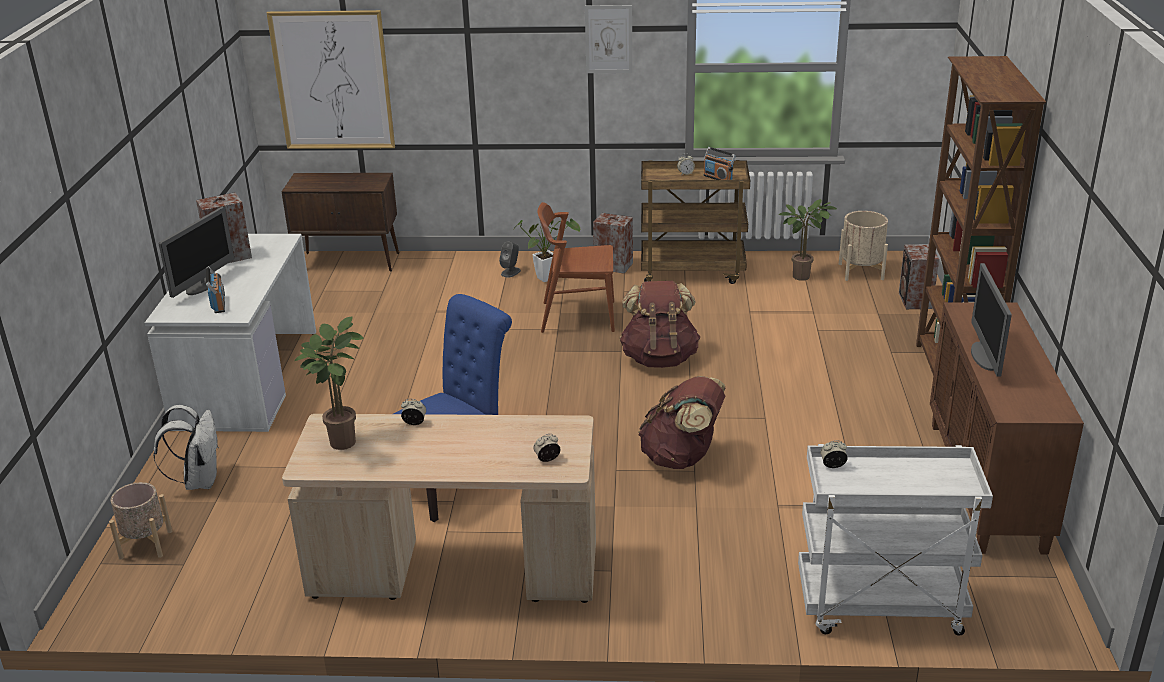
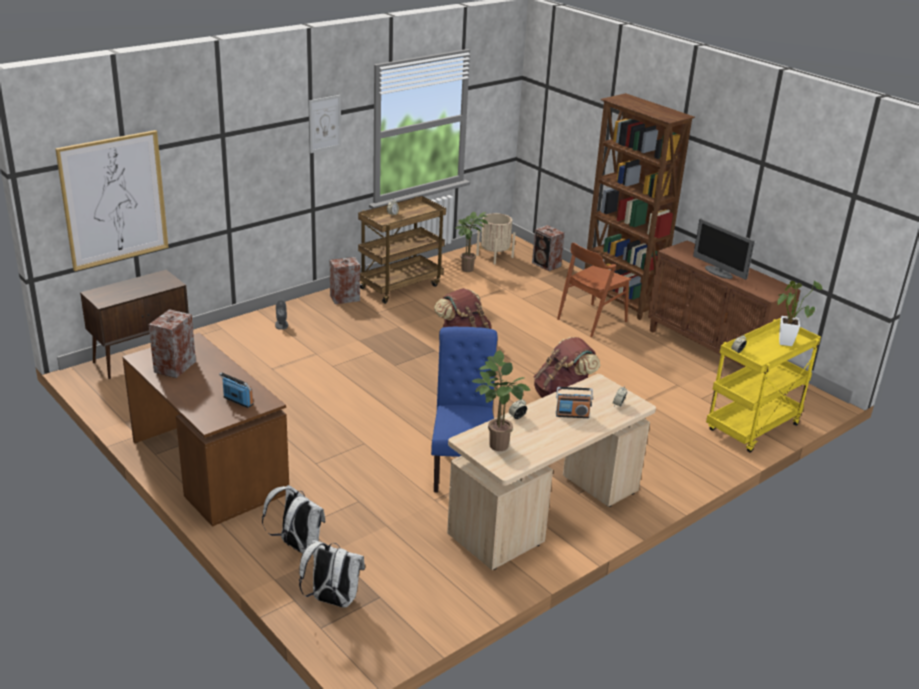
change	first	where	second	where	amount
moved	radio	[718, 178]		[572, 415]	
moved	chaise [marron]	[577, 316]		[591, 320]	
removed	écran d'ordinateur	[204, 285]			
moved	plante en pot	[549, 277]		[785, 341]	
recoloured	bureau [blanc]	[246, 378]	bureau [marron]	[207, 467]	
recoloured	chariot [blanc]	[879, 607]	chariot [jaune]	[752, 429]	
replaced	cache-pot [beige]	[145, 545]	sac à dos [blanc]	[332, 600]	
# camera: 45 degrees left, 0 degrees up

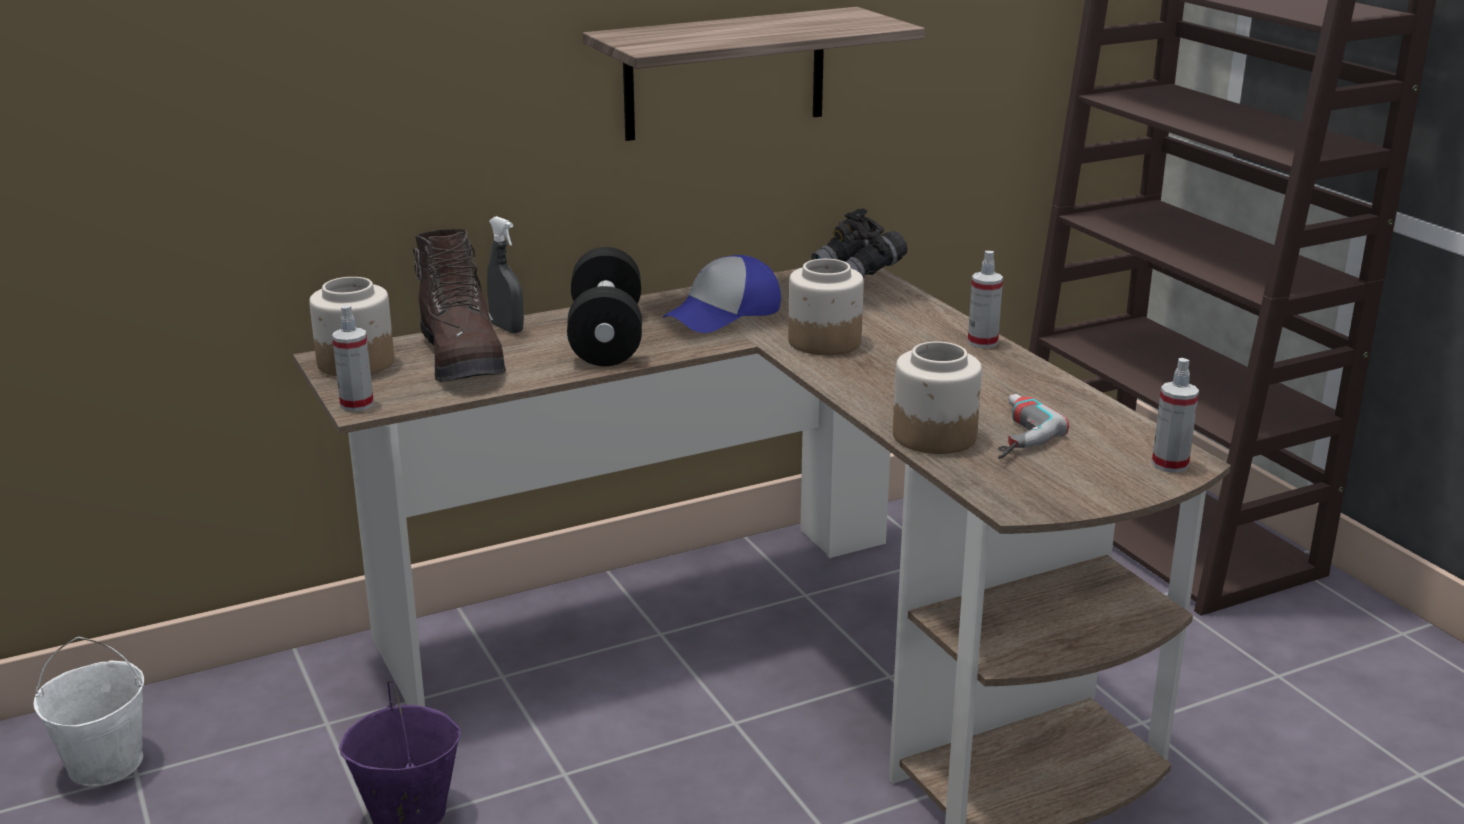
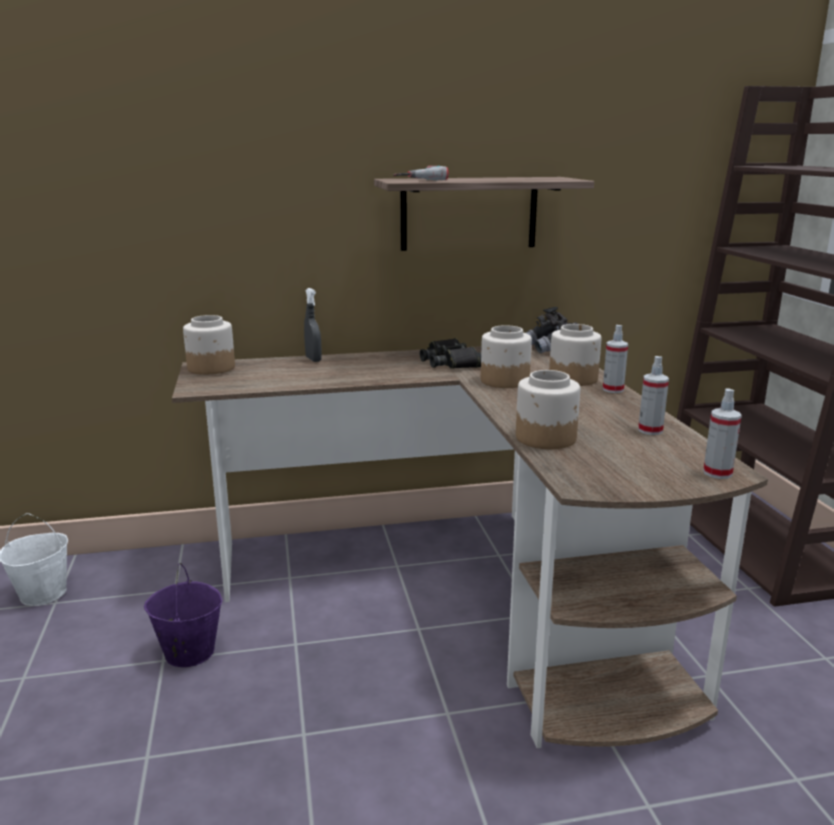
change	first	where	second	where	amount
removed	botte [marron]	[462, 359]			
removed	haltère [noir]	[606, 338]			
replaced	casquette	[724, 314]	jumelles [noir]	[450, 362]	
moved	vaporisateur	[357, 404]		[650, 430]	
moved	perceuse	[1007, 435]		[416, 179]	
added			bocal	[573, 378]	
# camera: 15 degrees right, 5 degrees down

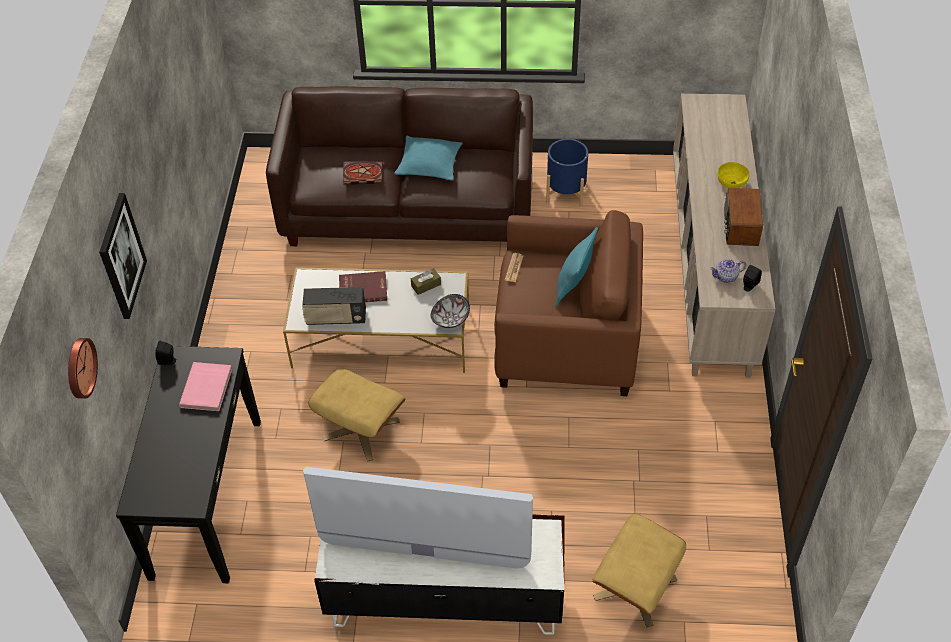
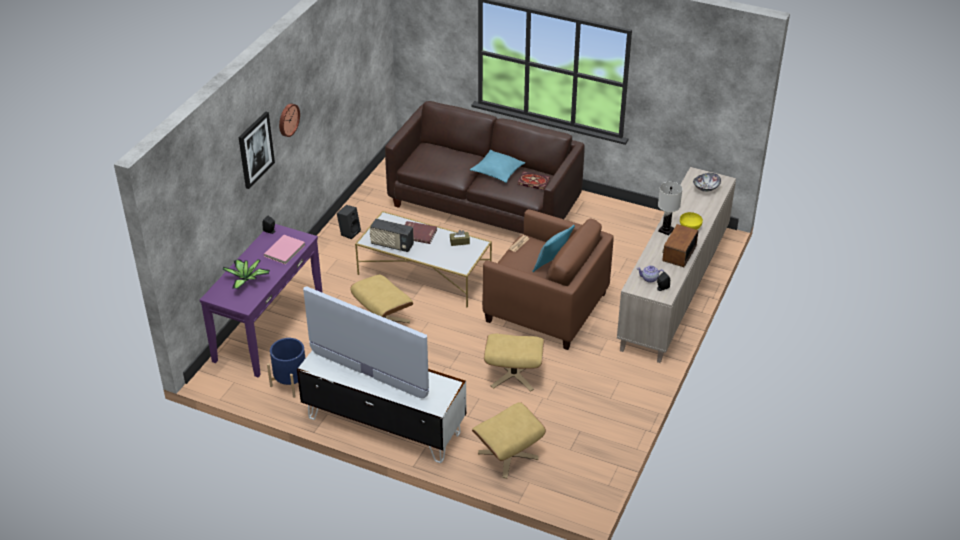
change	first	where	second	where	amount
moved	cache-pot [bleu]	[566, 192]		[291, 382]	
moved	livre	[362, 175]		[532, 182]	
moved	bol	[450, 319]		[705, 188]	
moved	horloge murale	[79, 368]		[287, 119]	
recoloured	table console [noir]	[206, 497]	table console [violet]	[268, 329]	
added			lampe de table [blanc]	[666, 230]	
added			enceinte [noir]	[349, 232]	
added			plante en pot	[246, 279]	
added			pouf [beige]	[513, 375]	
# camera: 20 degrees right, 10 degrees down

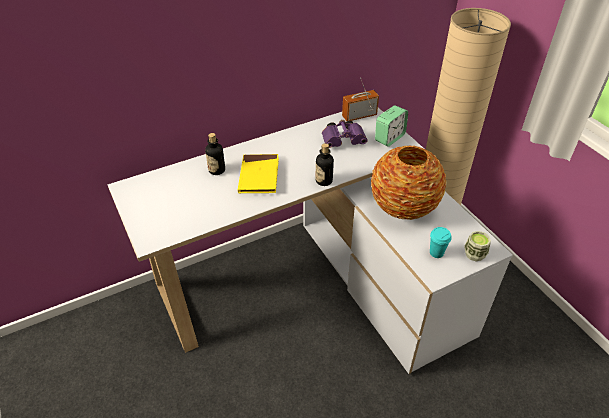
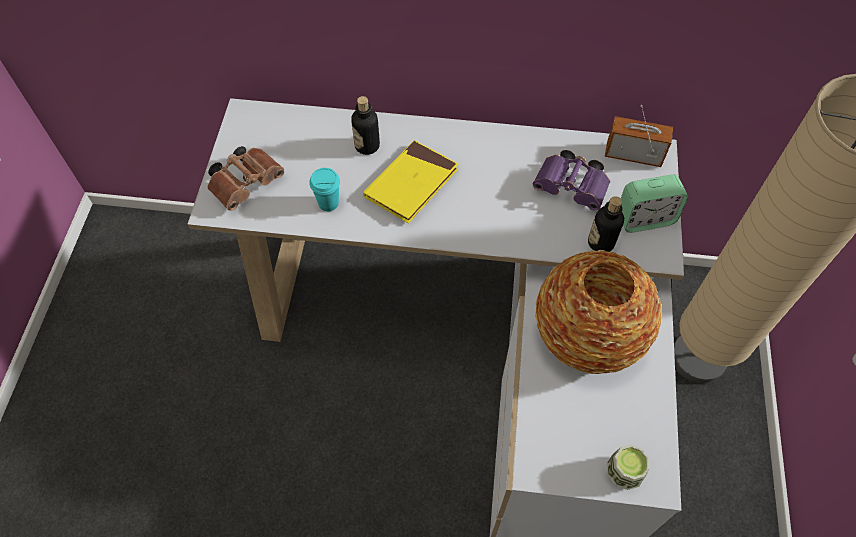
change	first	where	second	where	amount
moved	bouteille	[324, 181]		[601, 242]	
moved	tasse [turquoise]	[436, 253]		[328, 203]	
added			jumelles [marron]	[247, 183]	
# camera: 35 degrees right, 15 degrees up

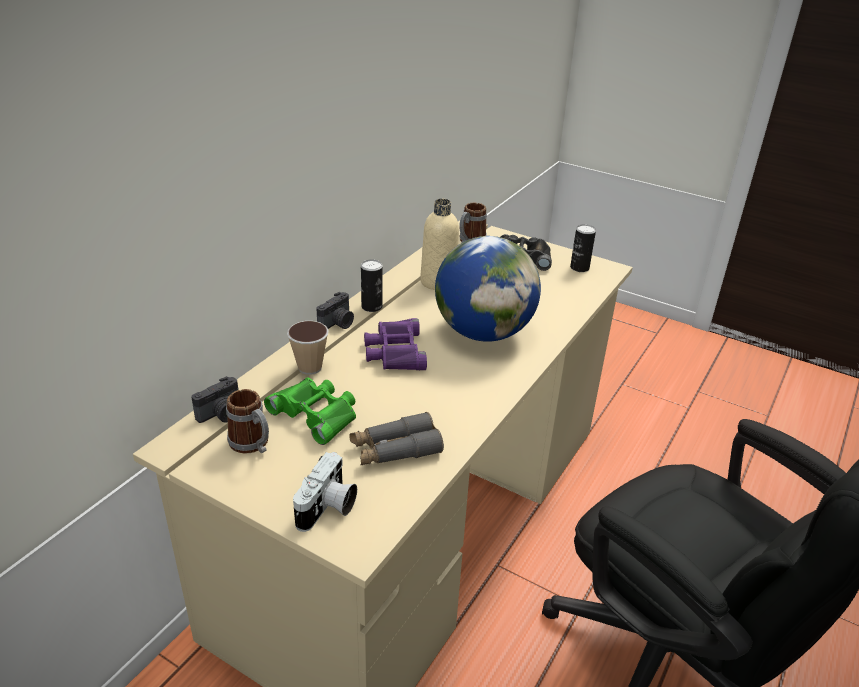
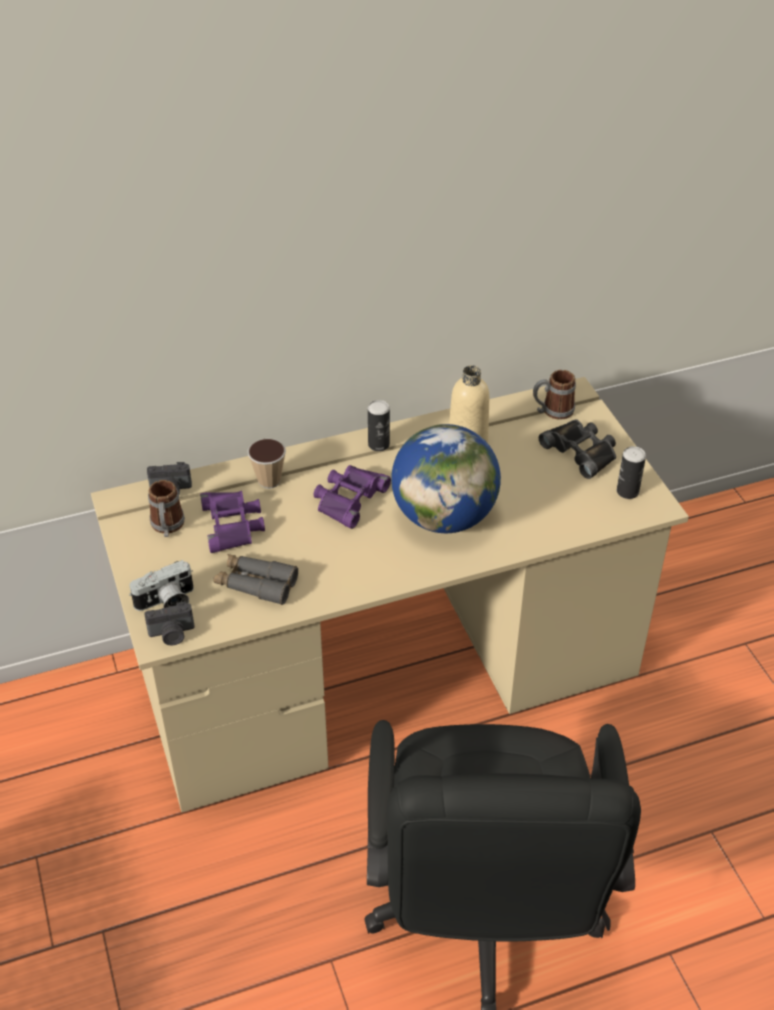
change	first	where	second	where	amount
moved	appareil photo	[338, 324]		[172, 634]	
recoloured	jumelles [vert]	[316, 414]	jumelles [violet]	[233, 525]	
# camera: 40 degrees right, 10 degrees up

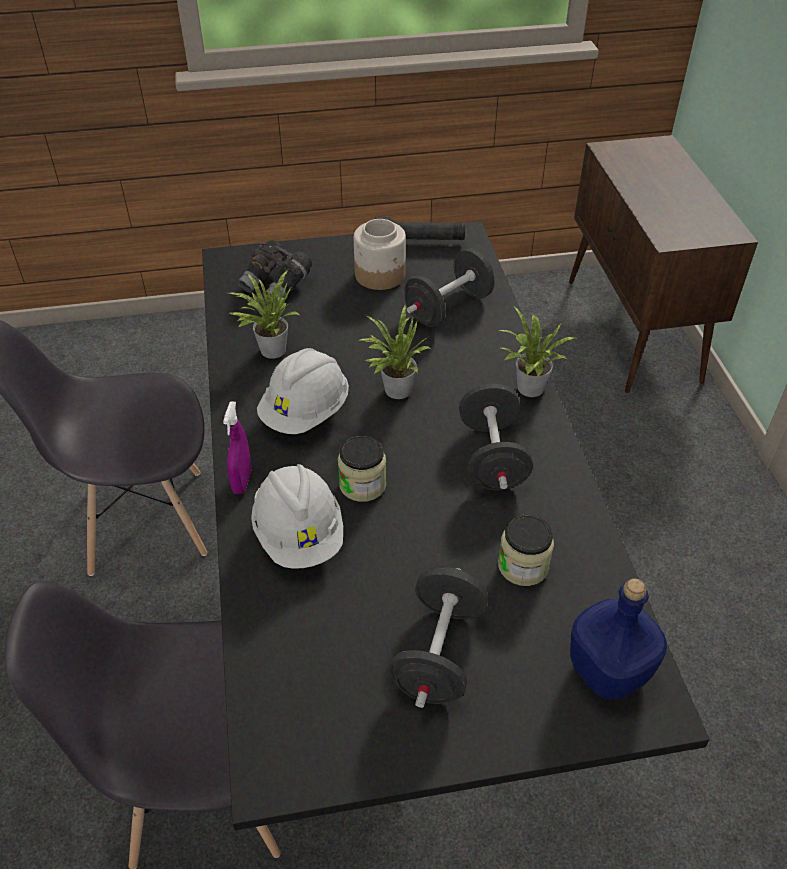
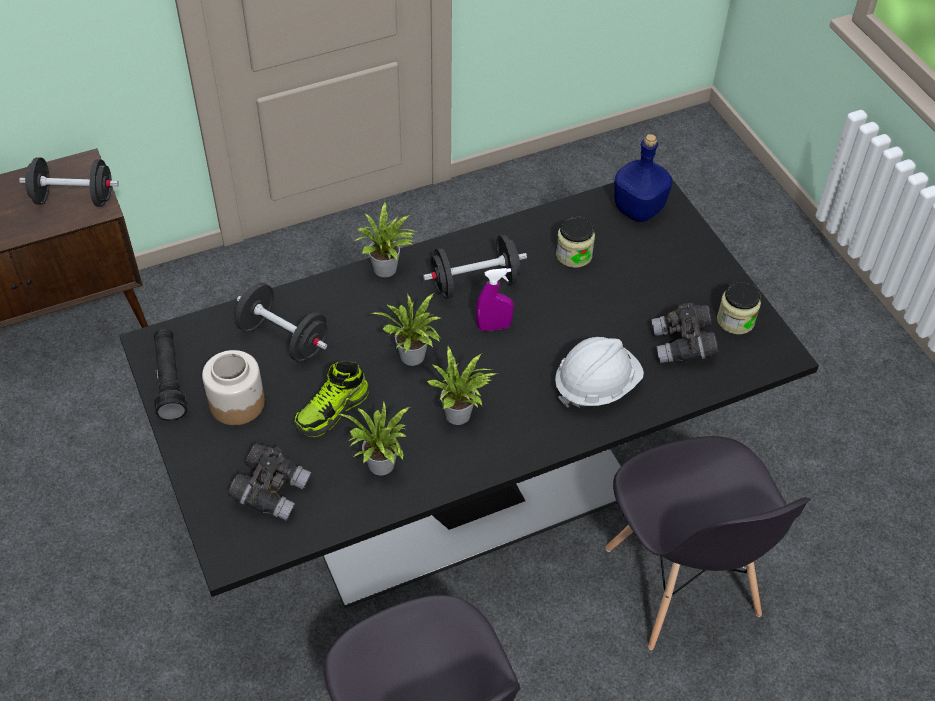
change	first	where	second	where	amount
replaced	casque de chantier [blanc]	[306, 412]	plante en pot	[461, 415]	
moved	vaporisateur [violet]	[242, 481]		[494, 327]	
moved	bocal	[362, 484]		[735, 320]	
moved	haltère [noir]	[438, 653]		[74, 198]	
added			jumelles [gris]	[682, 346]	
added			chaussure	[332, 411]	
# camera: 105 degrees left, 5 degrees up

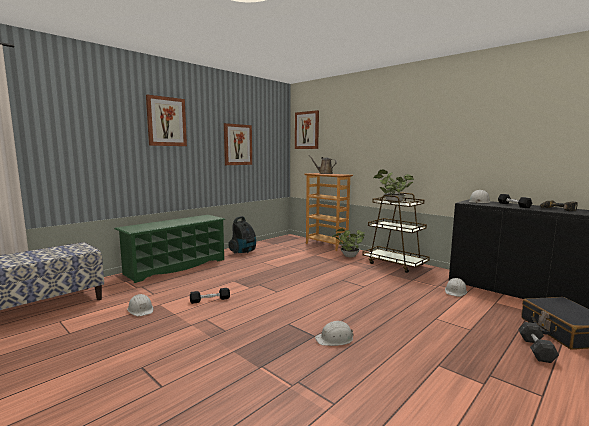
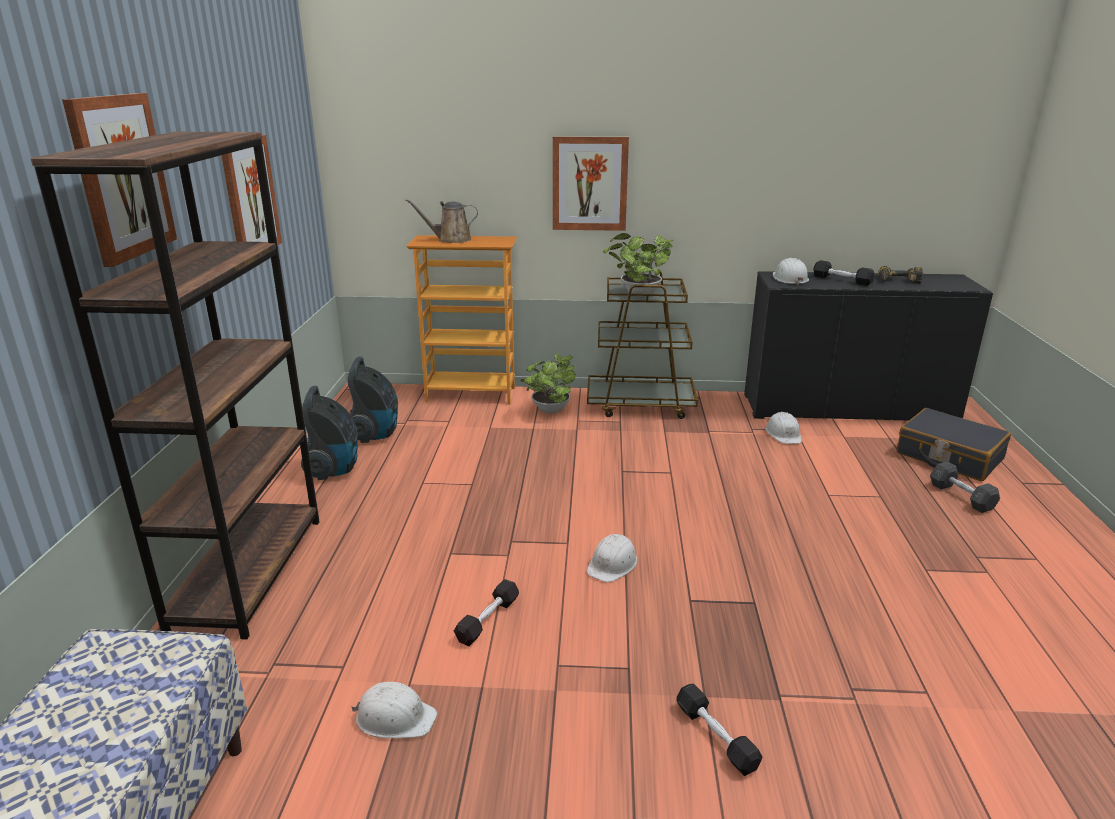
change	first	where	second	where	amount
moved	tableau	[307, 130]		[589, 183]	
replaced	étagère à chaussures [vert]	[176, 266]	bibliothèque [marron]	[249, 572]	
moved	casque de chantier [blanc]	[335, 339]		[612, 564]	
added			aspirateur	[376, 433]	
added			haltère [noir]	[716, 737]	
# camera: 40 degrees left, 15 degrees up

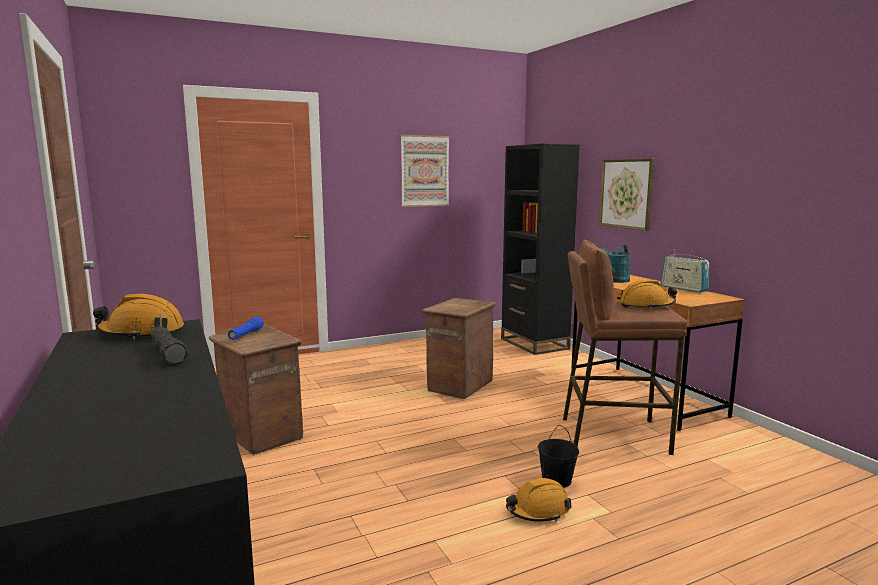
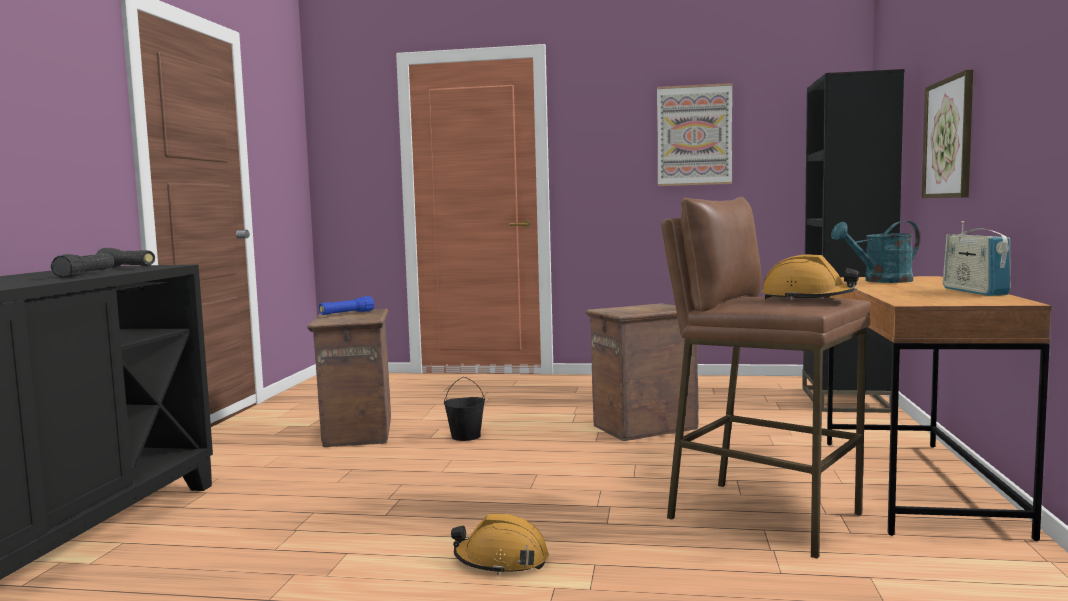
change	first	where	second	where	amount
replaced	casque de chantier [orange]	[142, 333]	lampe de poche [noir]	[126, 267]	
moved	seau [noir]	[556, 480]		[466, 436]	
# camera: 35 degrees right, 5 degrees down

